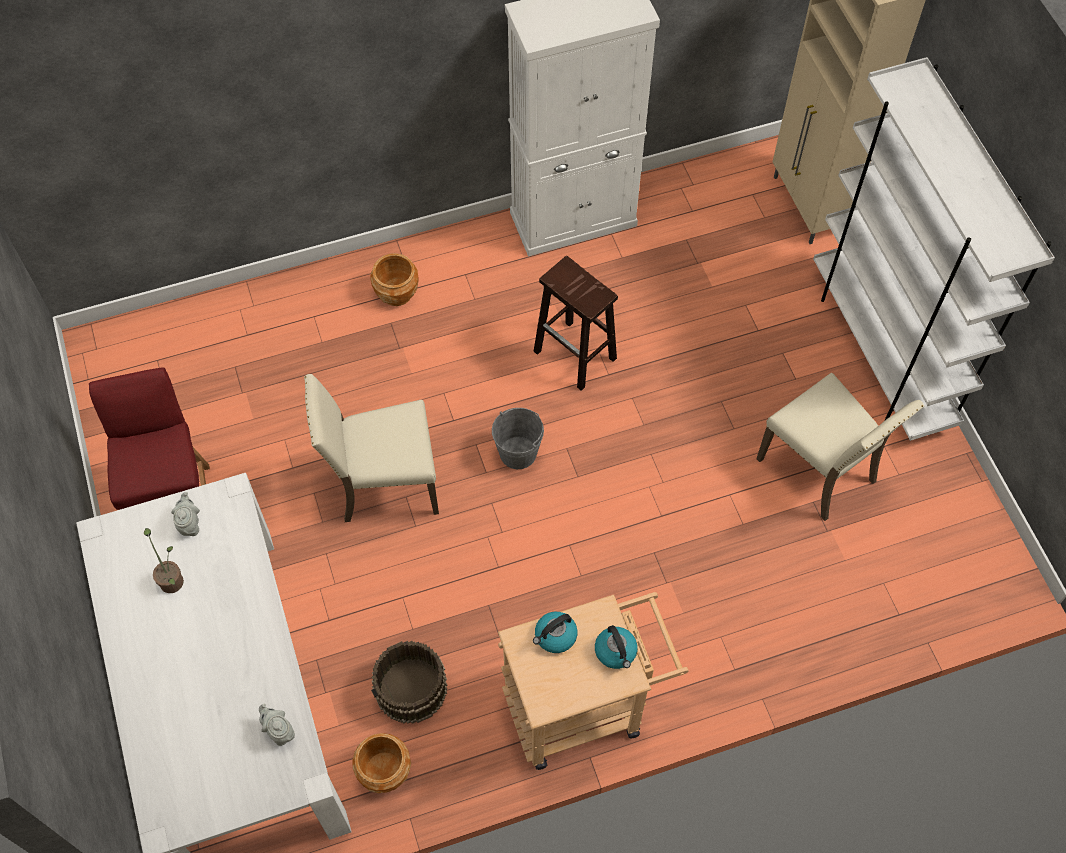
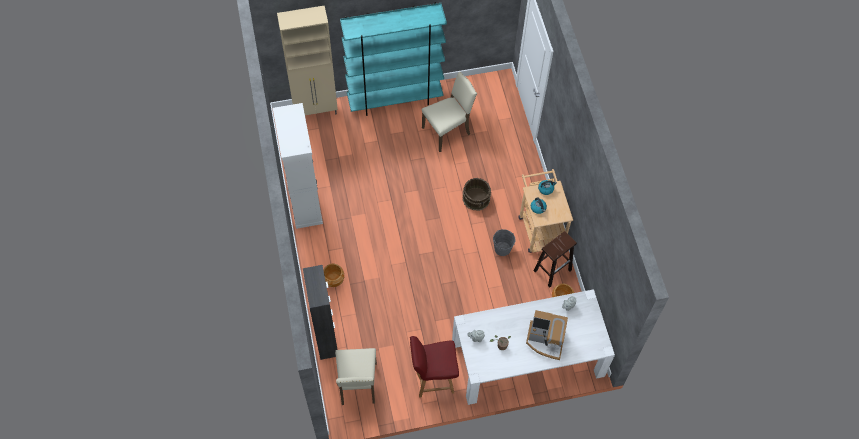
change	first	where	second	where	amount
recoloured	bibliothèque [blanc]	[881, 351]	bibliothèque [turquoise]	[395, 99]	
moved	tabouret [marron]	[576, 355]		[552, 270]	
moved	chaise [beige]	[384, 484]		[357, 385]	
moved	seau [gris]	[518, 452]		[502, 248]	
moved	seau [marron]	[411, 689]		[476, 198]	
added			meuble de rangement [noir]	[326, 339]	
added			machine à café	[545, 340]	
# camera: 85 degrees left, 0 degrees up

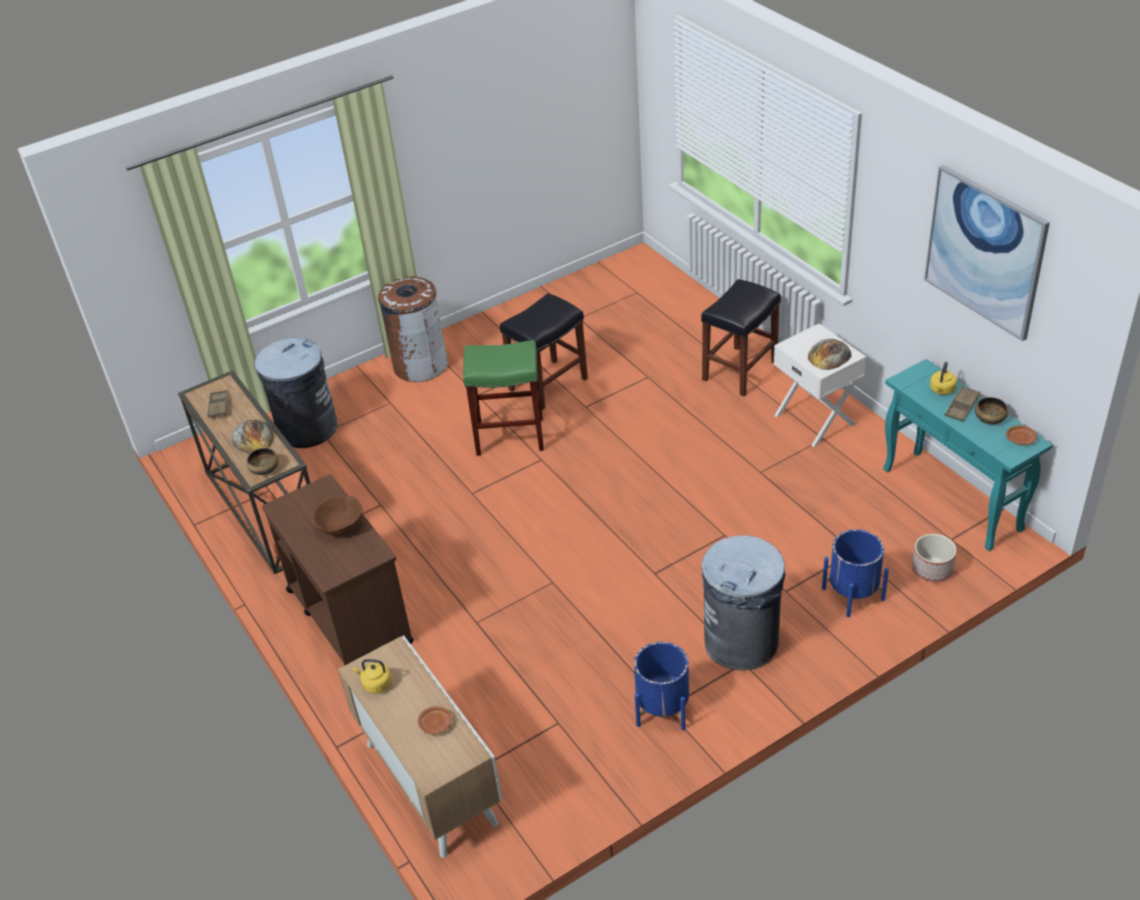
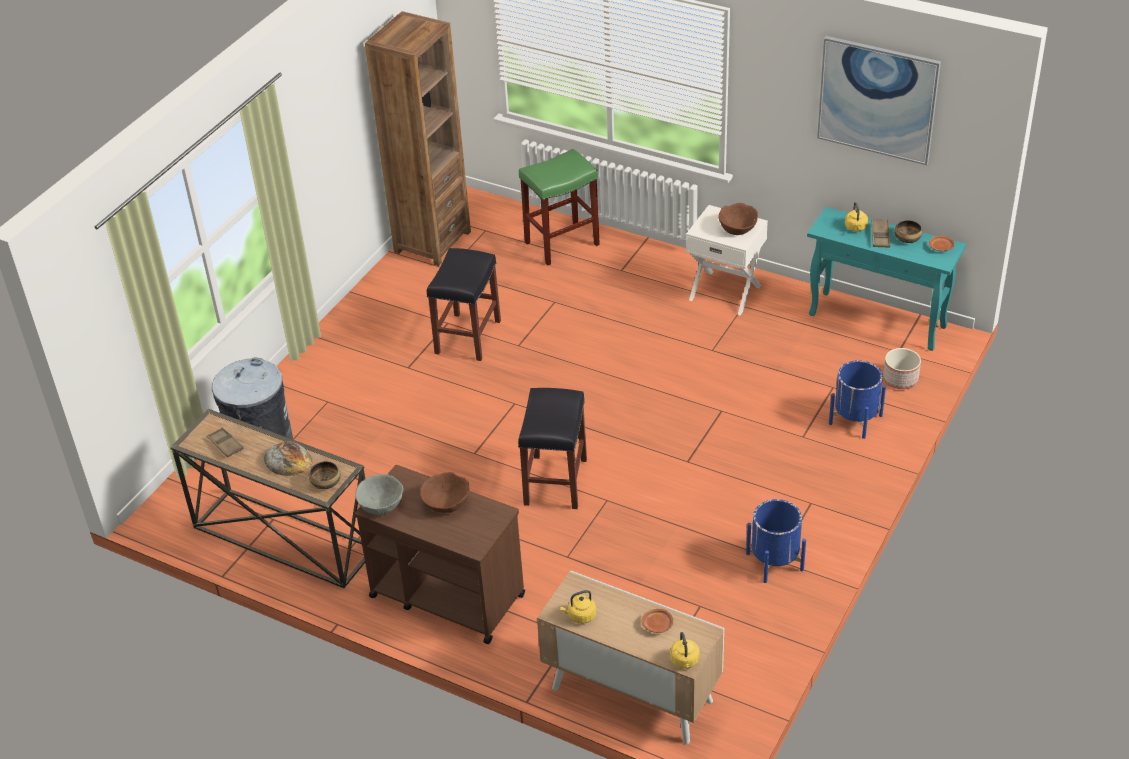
change	first	where	second	where	amount
removed	poubelle [marron]	[420, 365]			
moved	tabouret [noir]	[740, 370]		[555, 481]	
replaced	pain	[829, 355]	bol [marron]	[738, 228]	
moved	tabouret [vert]	[511, 436]		[562, 243]	
removed	poubelle [gris]	[742, 642]			
added			bibliothèque [marron]	[432, 242]	
added			bol [gris]	[381, 505]	
added			bouilloire [jaune]	[685, 661]	
# camera: 30 degrees left, 0 degrees up

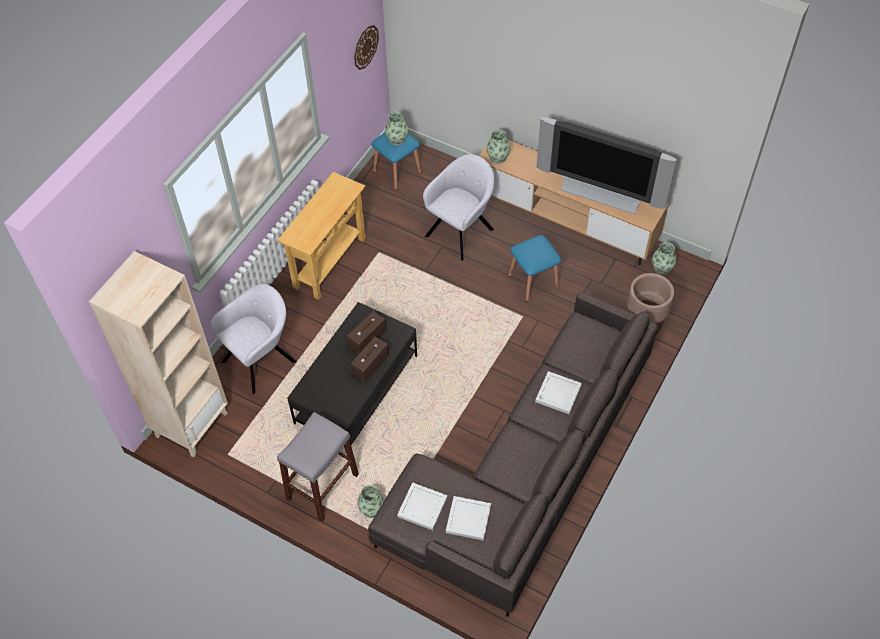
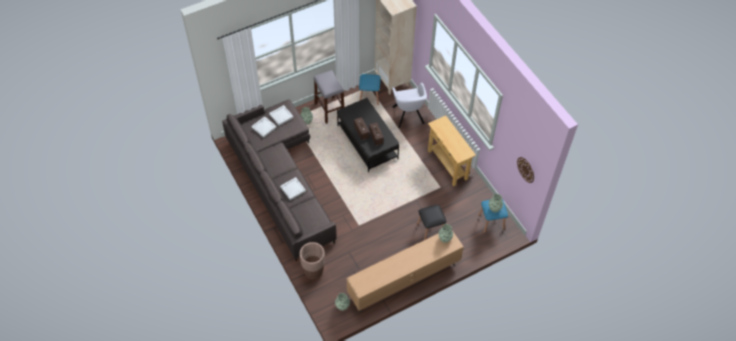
change	first	where	second	where	amount
removed	téléviseur	[601, 194]			
replaced	fauteuil [gris]	[461, 231]	tabouret [noir]	[430, 229]	
moved	tabouret [bleu]	[533, 281]		[369, 97]	
# camera: 120 degrees right, 0 degrees up

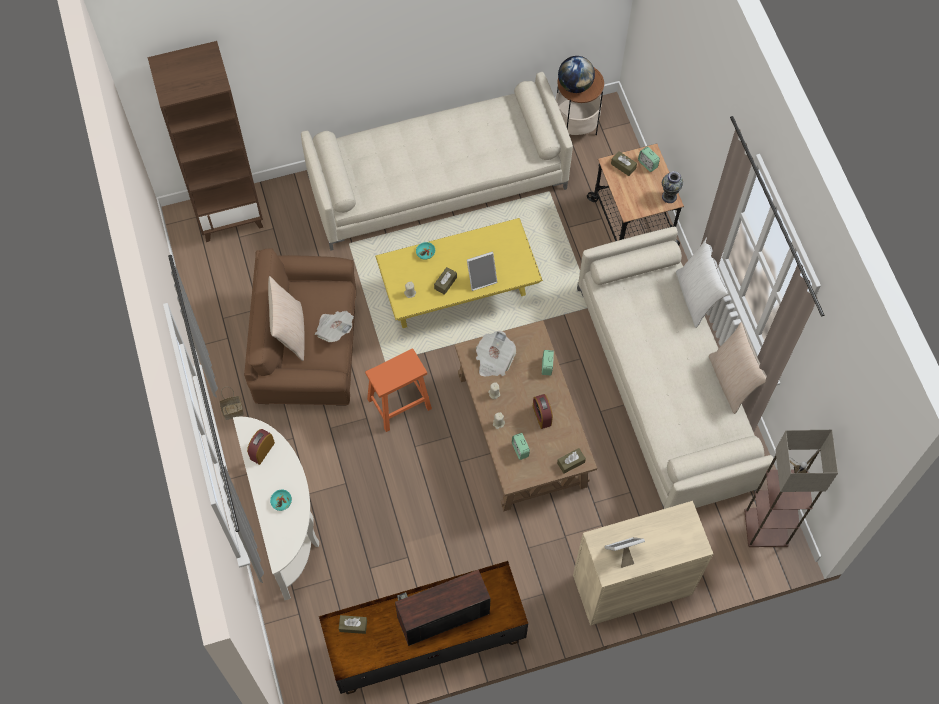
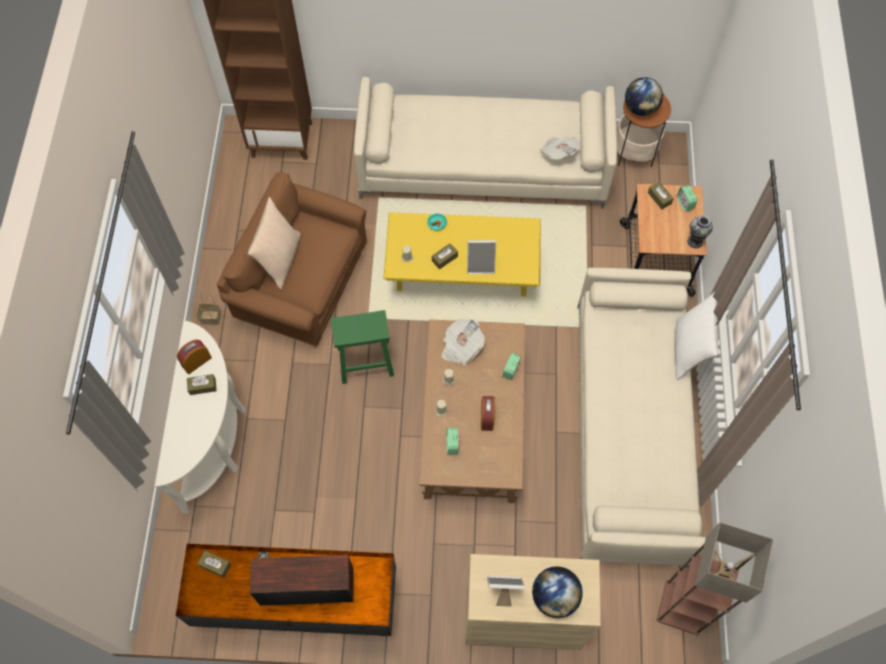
change	first	where	second	where	amount
moved	journal	[334, 330]		[558, 152]	
removed	coussin [beige]	[731, 381]			
recoloured	tabouret [orange]	[398, 404]	tabouret [vert]	[364, 361]	
moved	boîte à mouchoirs [marron]	[571, 462]		[202, 386]	
removed	bol [turquoise]	[282, 502]			
added			globe	[555, 596]	
# camera: 20 degrees right, 0 degrees up

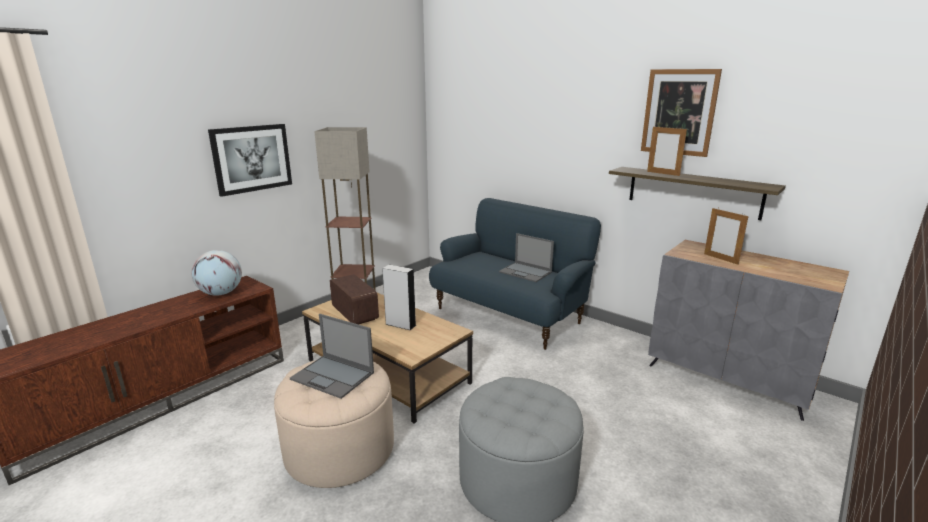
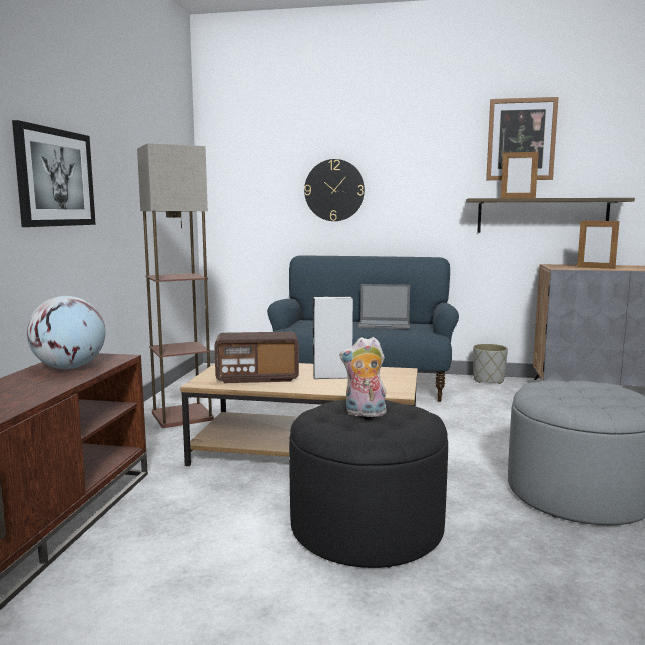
change	first	where	second	where	amount
turned	radio	[354, 313]		[257, 378]	150 degrees clockwise
replaced	ordinateur portable	[333, 376]	peluche	[364, 414]	
recoloured	pouf [beige]	[340, 449]	pouf [noir]	[366, 527]	
added			horloge murale	[334, 190]	
added			cache-pot [gris]	[488, 380]	
# camera: 30 degrees left, 10 degrees down

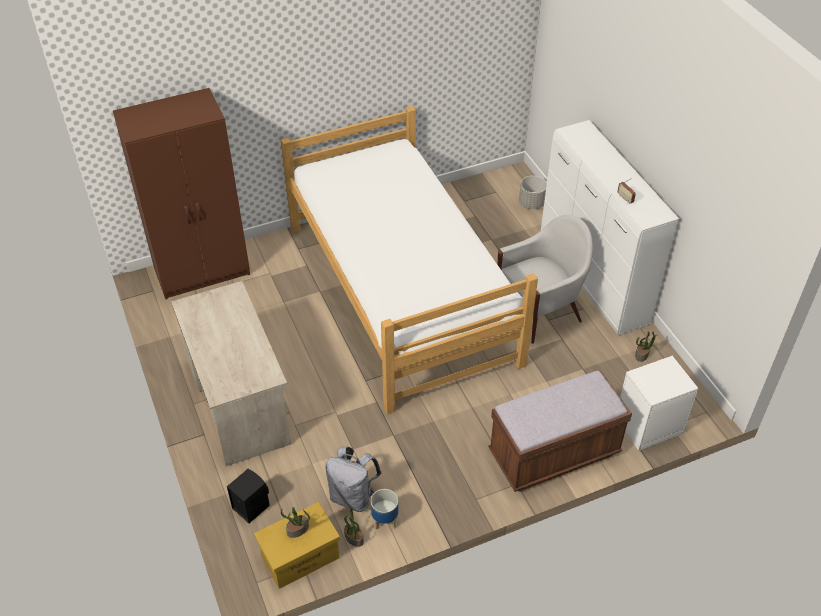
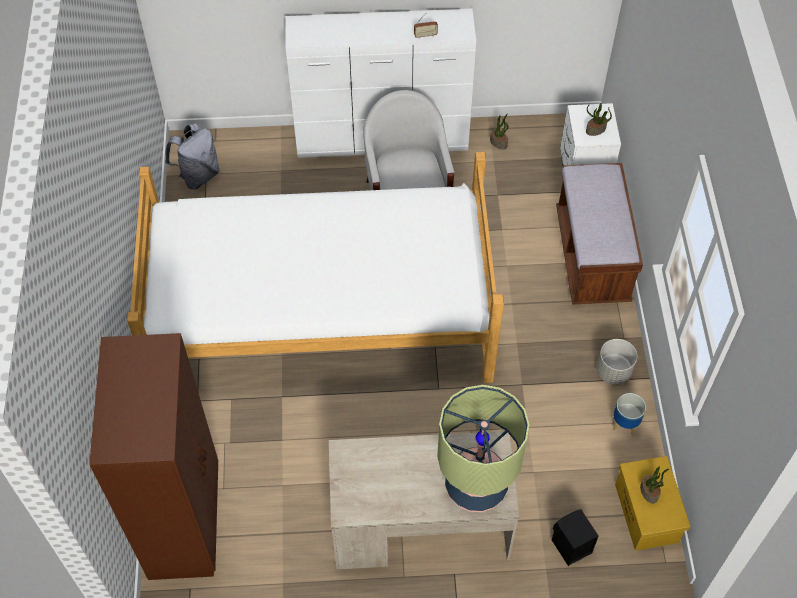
change	first	where	second	where	amount
moved	cache-pot [gris]	[531, 203]		[613, 371]	
moved	sac à dos [gris]	[353, 496]		[198, 175]	
moved	plante en pot	[353, 538]		[595, 130]	
added			lampe de table	[475, 485]	
# camera: 70 degrees left, 10 degrees up

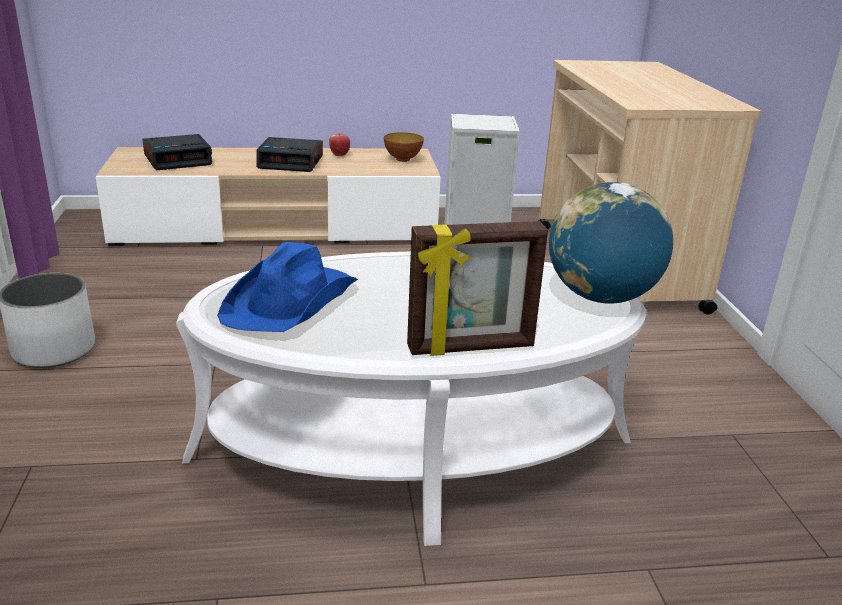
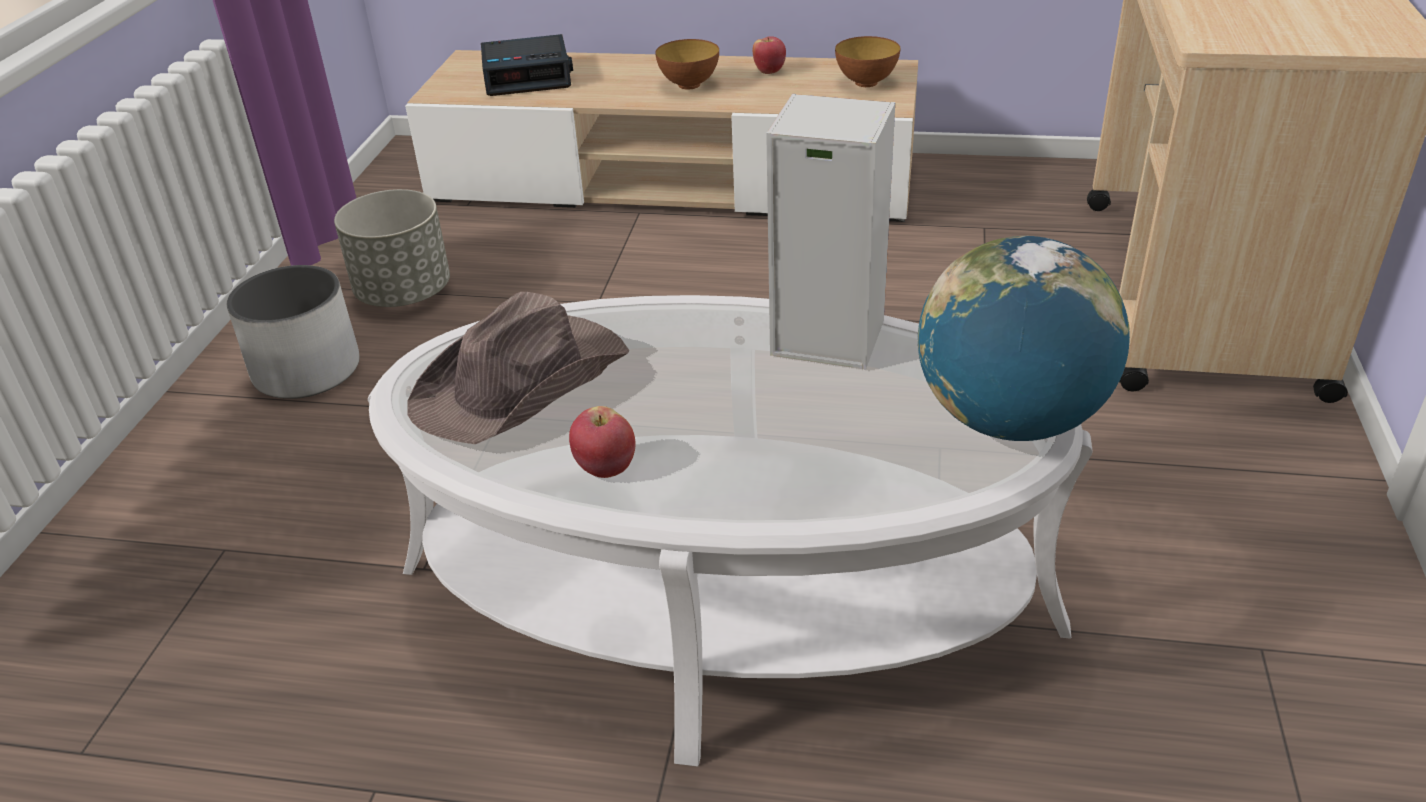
change	first	where	second	where	amount
replaced	réveil	[291, 162]	bol	[689, 85]	
removed	cadre photo	[471, 348]			
recoloured	chapeau [bleu]	[292, 301]	chapeau [marron]	[524, 382]	
added			cache-pot [gris]	[404, 293]	
added			pomme	[605, 468]	
# camera: 20 degrees right, 10 degrees up

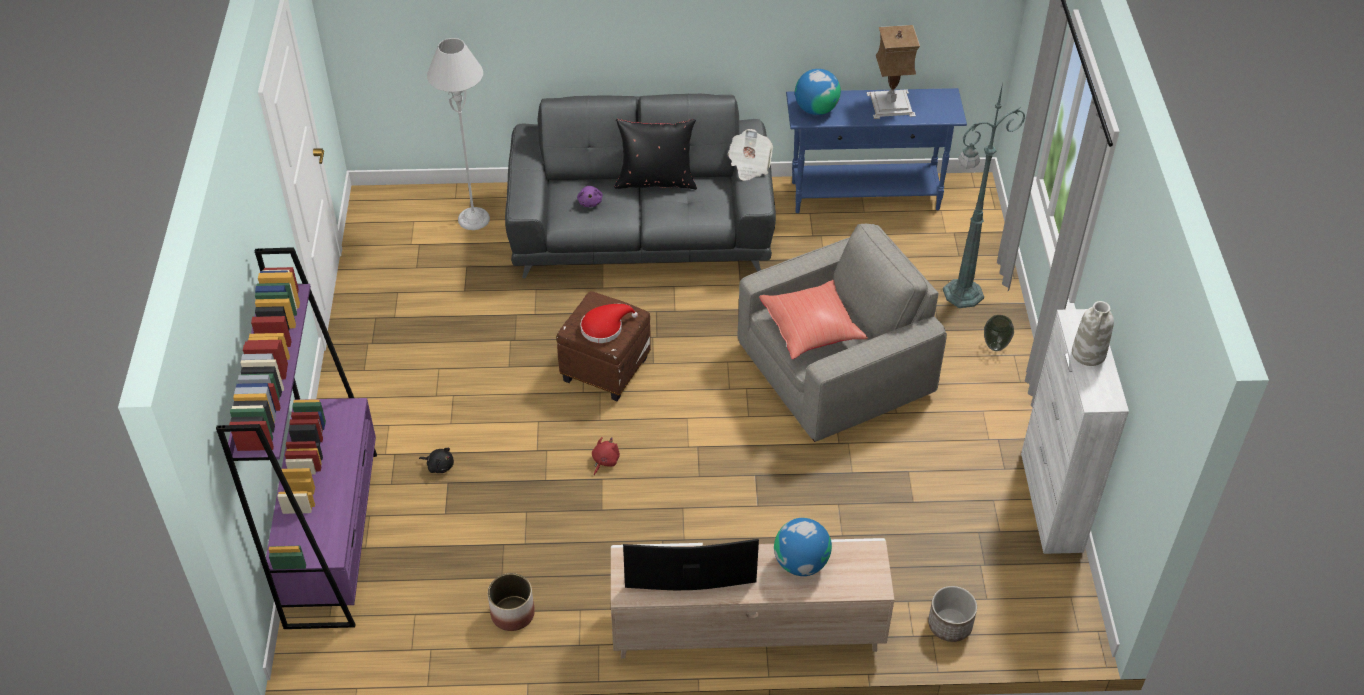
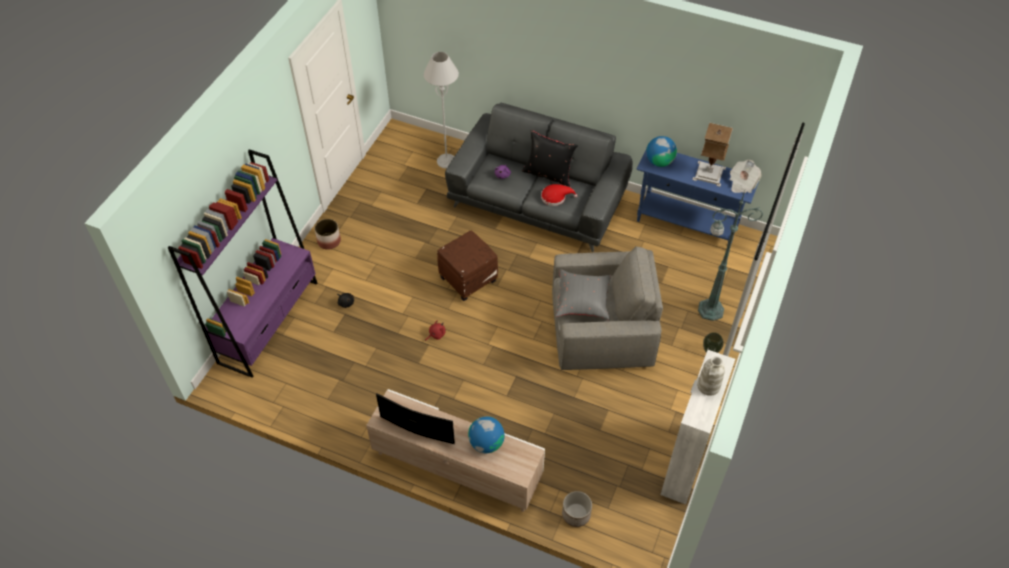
change	first	where	second	where	amount
moved	journal	[749, 165]		[742, 183]	
recoloured	coussin [rouge]	[811, 330]	coussin [gris]	[583, 301]	
moved	chapeau [rouge]	[605, 327]		[555, 197]	
moved	cache-pot	[512, 614]		[329, 241]	
# camera: 25 degrees right, 5 degrees up

